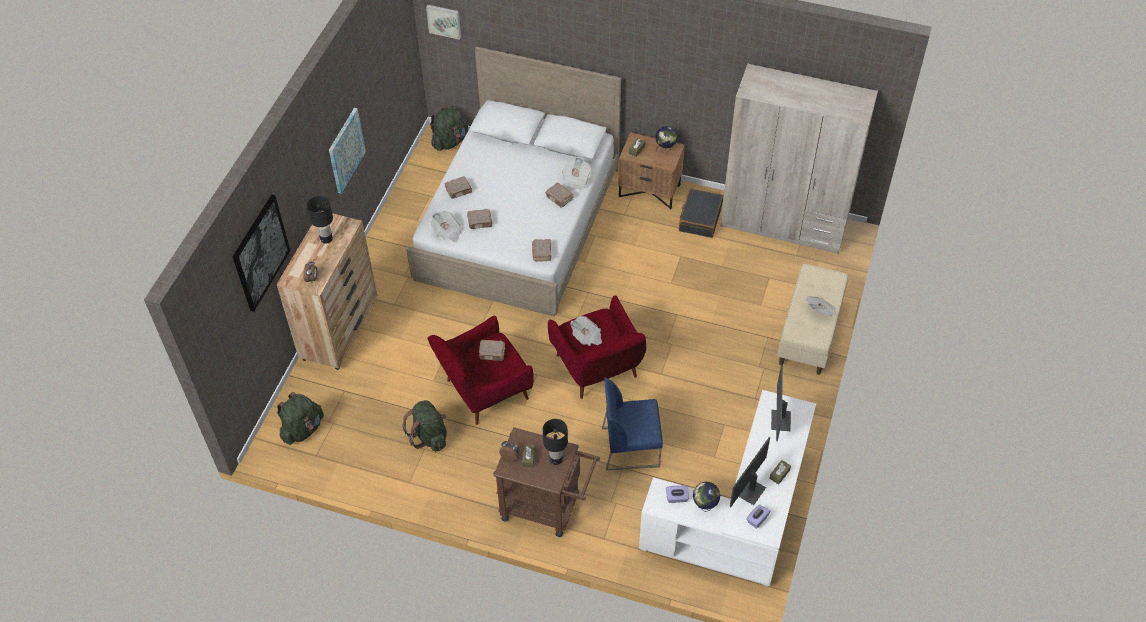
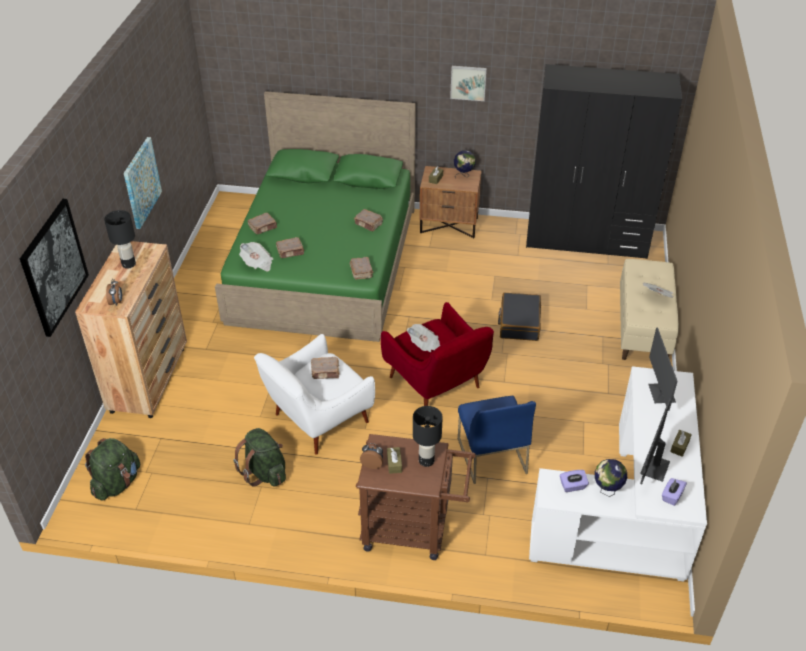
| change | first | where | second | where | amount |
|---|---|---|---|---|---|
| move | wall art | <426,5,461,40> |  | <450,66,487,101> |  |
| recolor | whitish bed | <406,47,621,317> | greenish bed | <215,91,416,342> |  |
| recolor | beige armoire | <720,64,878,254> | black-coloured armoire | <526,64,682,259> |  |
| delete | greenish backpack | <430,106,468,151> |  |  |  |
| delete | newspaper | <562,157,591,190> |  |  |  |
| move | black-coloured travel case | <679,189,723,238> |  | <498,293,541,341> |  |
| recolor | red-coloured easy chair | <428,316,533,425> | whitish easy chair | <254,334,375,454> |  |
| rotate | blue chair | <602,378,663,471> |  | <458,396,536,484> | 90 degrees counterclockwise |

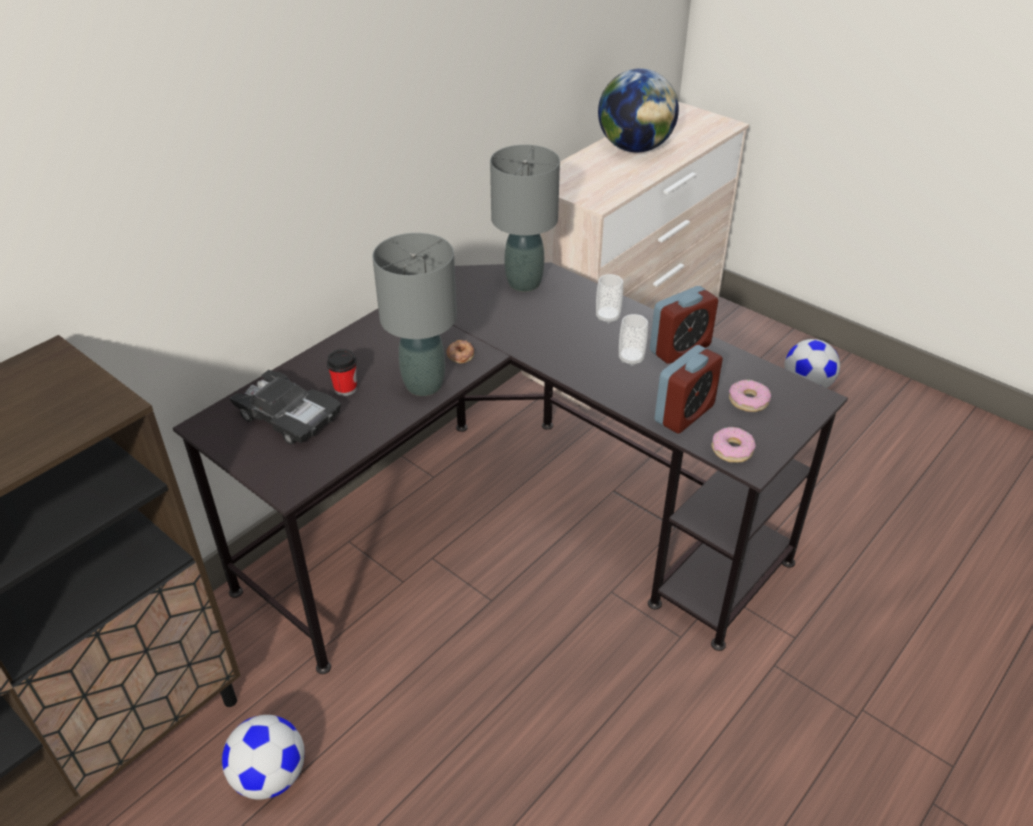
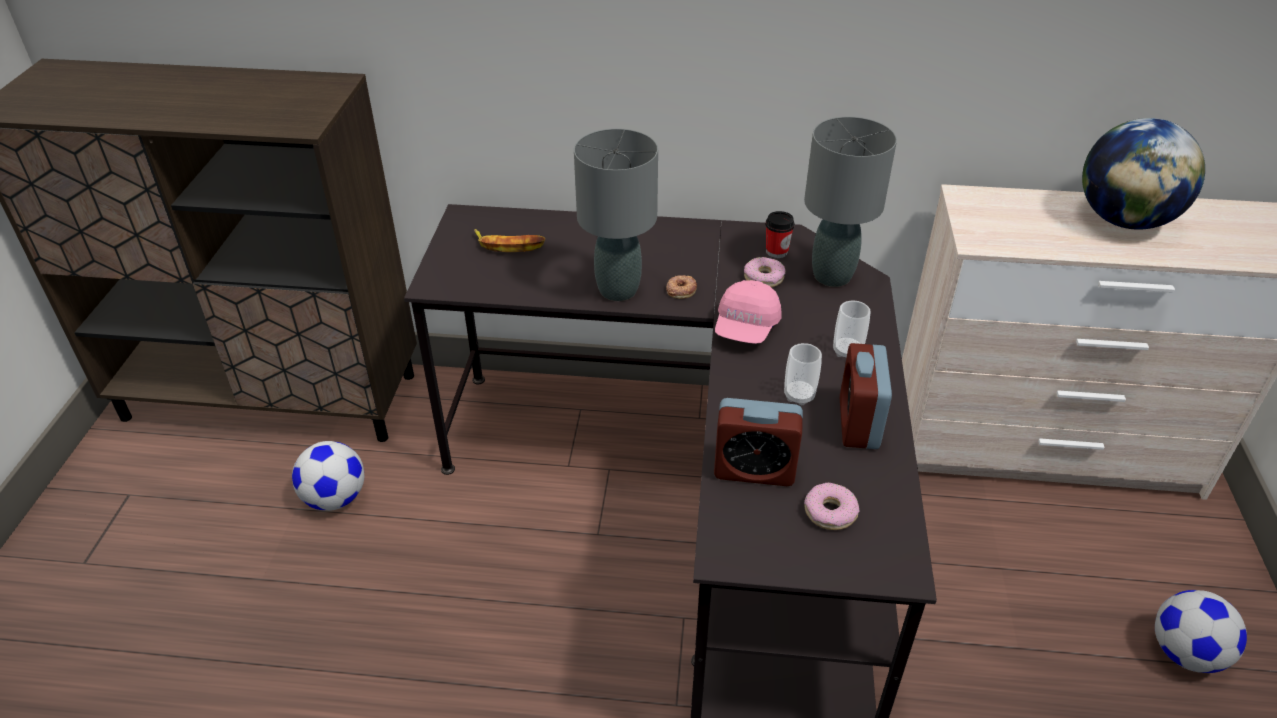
| change | first | where | second | where | amount |
|---|---|---|---|---|---|
| rotate | table clock | <650,286,718,364> |  | <840,343,892,449> | 75 degrees clockwise |
| move | small cup | <327,349,357,396> |  | <765,211,795,258> |  |
| replace | black-coloured toy car | <229,370,341,445> | whole banana | <474,229,545,252> |  |
| move | ring doughnut | <711,427,756,463> |  | <744,257,786,288> |  |
| insert |  |  | pink-coloured cap | <715,280,782,344> |  |

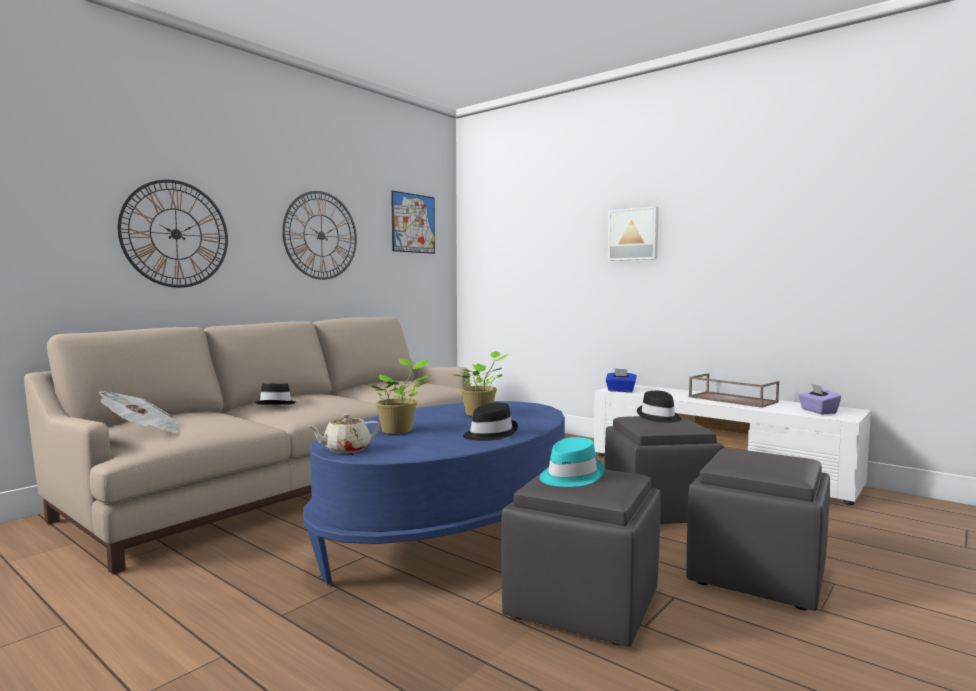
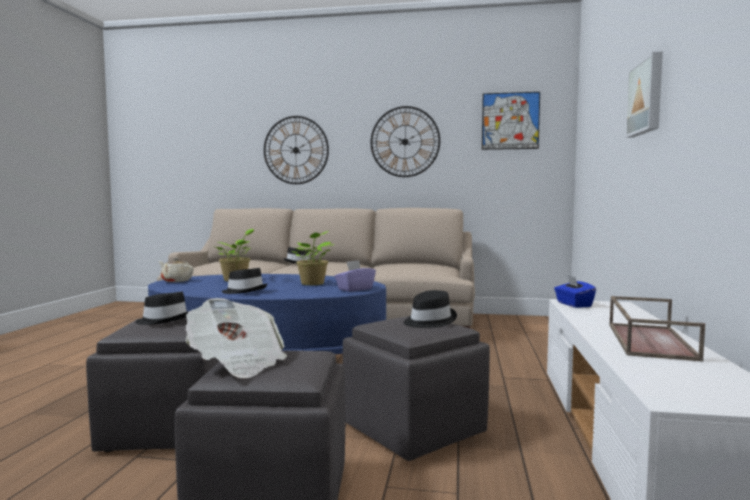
| change | first | where | second | where | amount |
|---|---|---|---|---|---|
| move | purplish box of tissues | <798,383,841,414> |  | <335,260,376,292> |  |
| move | newspaper | <99,391,178,432> |  | <186,298,287,379> |  |
| recolor | blue-green clothing hat | <539,437,604,487> | black-coloured clothing hat | <135,292,189,325> |  |

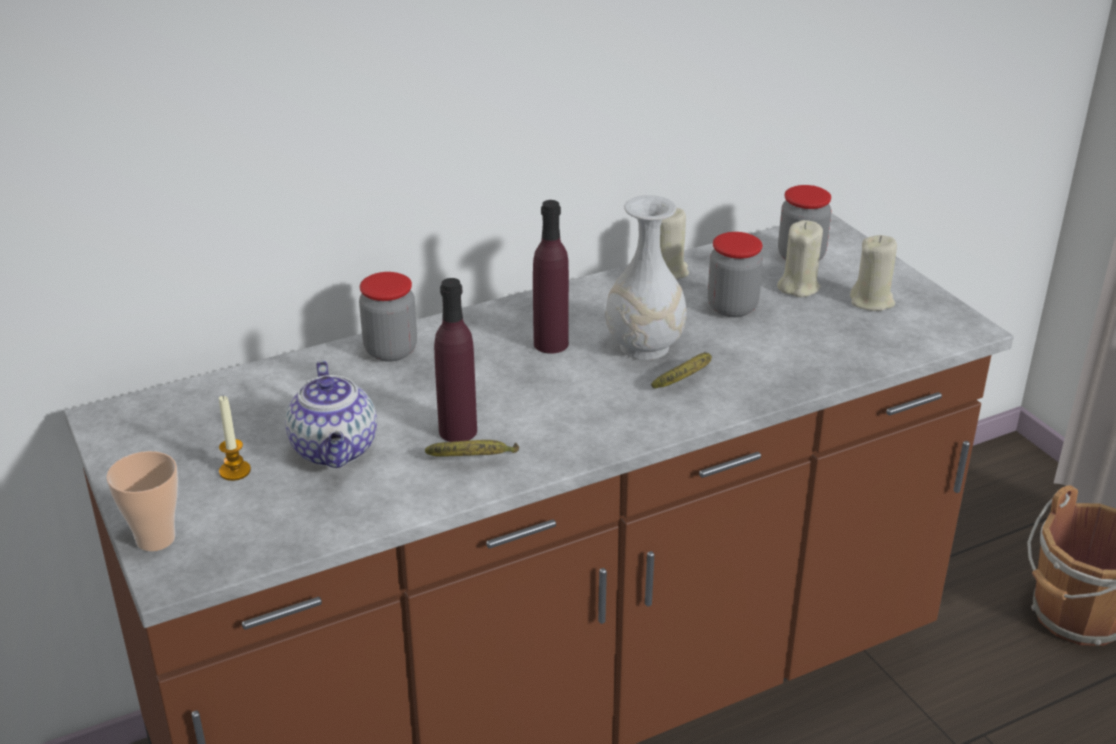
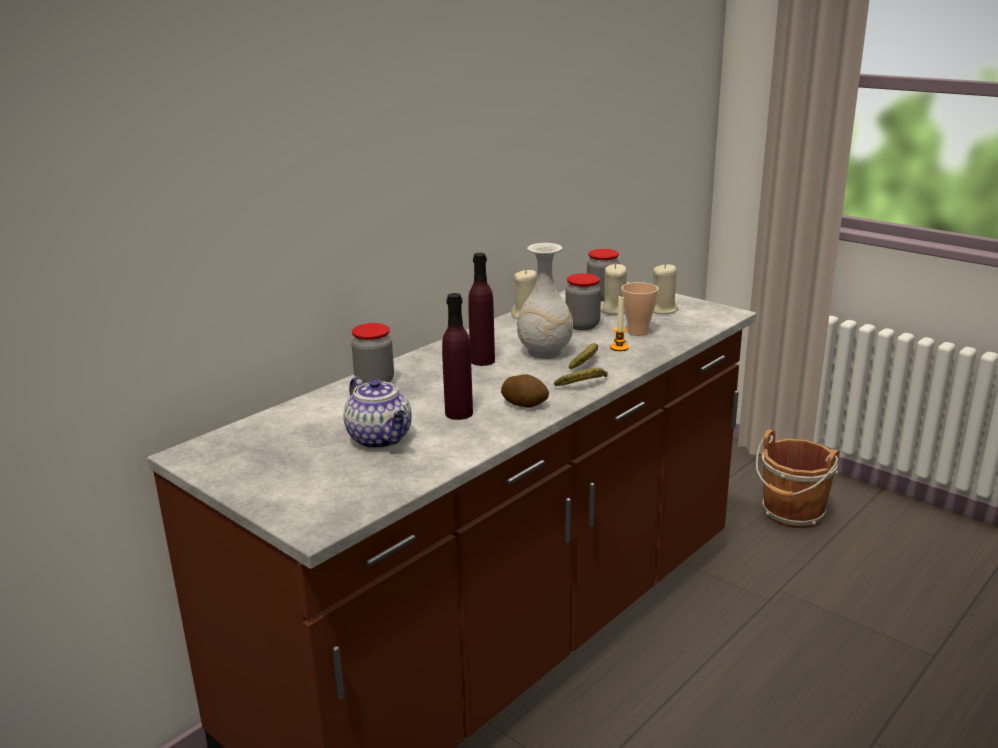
| change | first | where | second | where | amount |
|---|---|---|---|---|---|
| move | candle | <219,396,251,481> |  | <610,296,629,351> |  |
| move | whole banana | <425,440,519,457> |  | <554,368,608,386> |  |
| move | small cup | <106,451,178,551> |  | <621,282,659,336> |  |
| insert |  |  | whole potato | <501,374,549,408> |  |

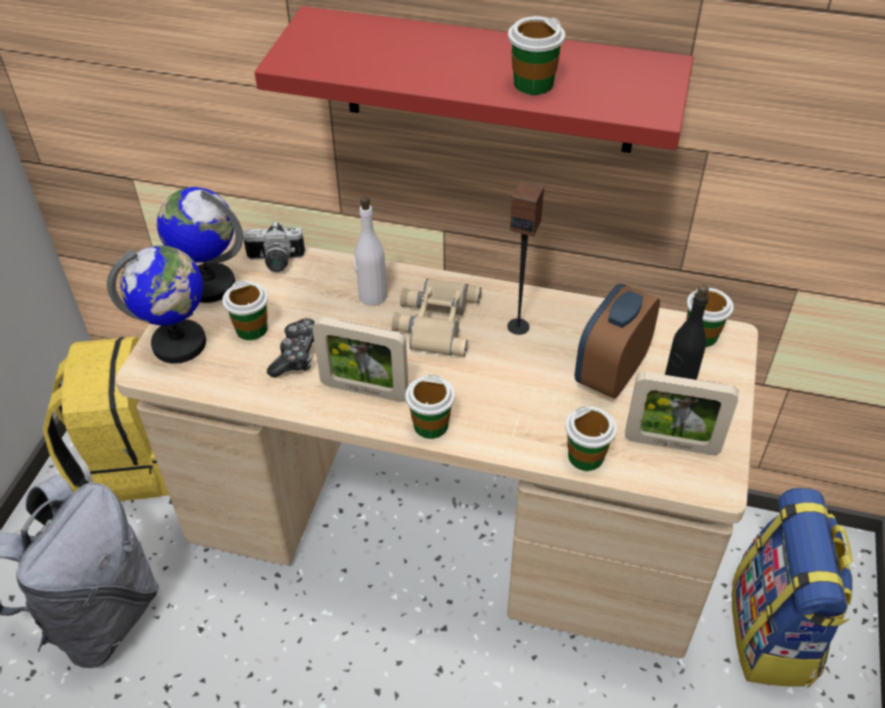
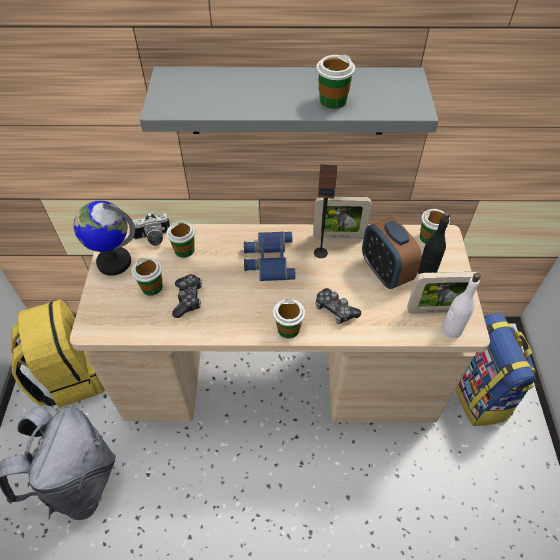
| change | first | where | second | where | amount |
|---|---|---|---|---|---|
| recolor | red-coloured bracket shelf | <254,6,693,153> | grey bracket shelf | <140,67,439,135> |  |
| move | whitish bottle | <354,197,387,306> |  | <442,273,481,338> |  |
| delete | desk globe | <107,246,206,364> |  |  |  |
| recolor | beige pair of binoculars | <392,278,482,357> | blue pair of binoculars | <244,232,296,281> |  |
| rotate | table clock | <575,283,660,399> |  | <362,217,422,289> | 45 degrees counterclockwise |
| move | photo frame | <312,317,408,402> |  | <313,196,372,239> |  |
| move | small cup | <565,406,617,471> |  | <166,221,195,258> |  |
| insert |  |  | joypad | <315,288,361,324> |  |

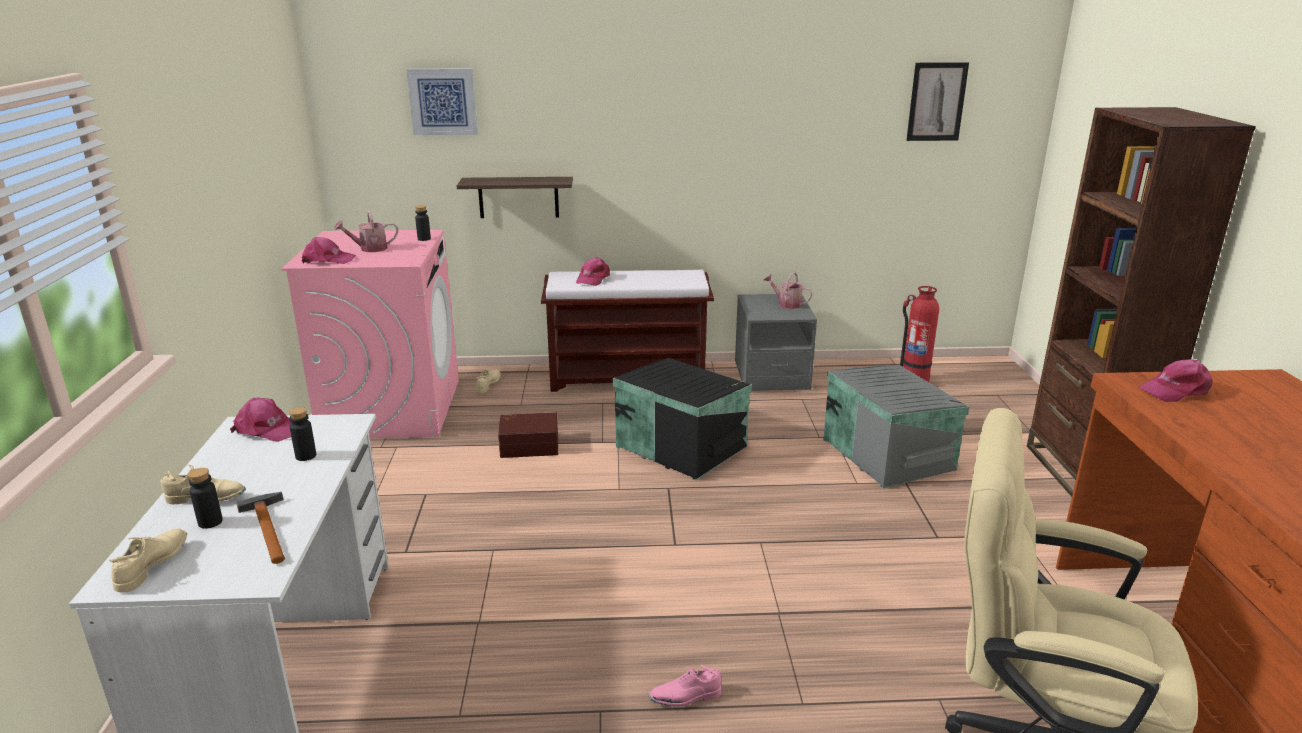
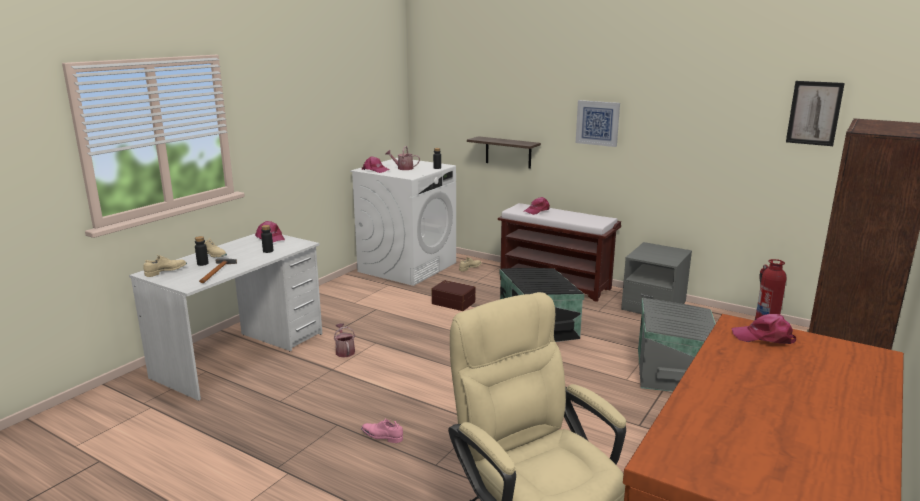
| change | first | where | second | where | amount |
|---|---|---|---|---|---|
| move | wall art | <407,68,478,135> |  | <576,100,620,147> |  |
| recolor | pink-coloured washing machine | <282,230,459,438> | whitish washing machine | <350,158,456,286> |  |
| move | sprinkling can | <764,272,812,309> |  | <334,323,355,358> |  |

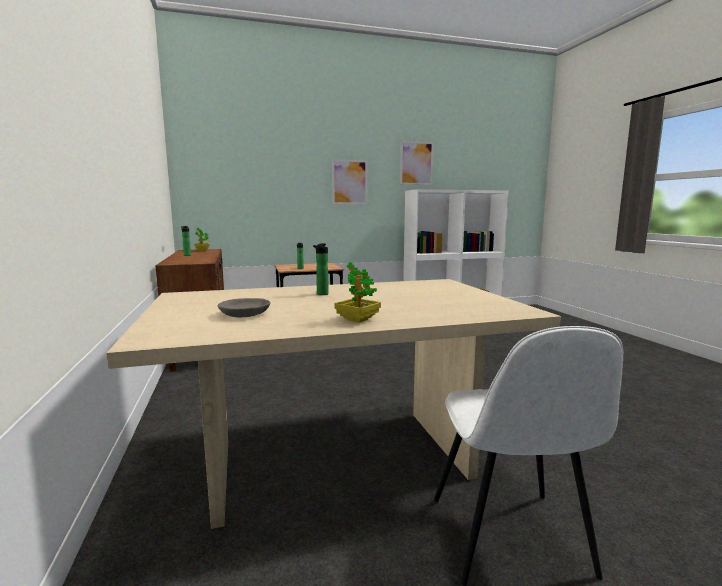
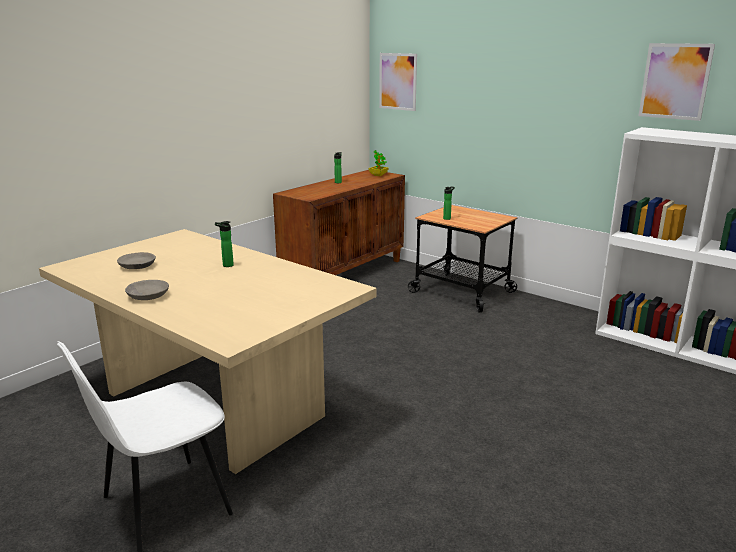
| change | first | where | second | where | amount |
|---|---|---|---|---|---|
| move | wall art | <332,159,367,205> |  | <379,53,417,111> |  |
| replace | potted plant | <334,262,381,323> | grey bowl | <125,280,169,300> |  |

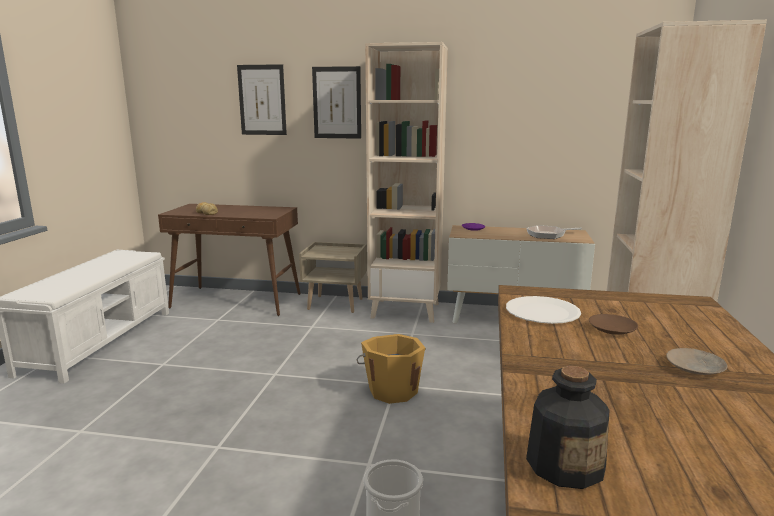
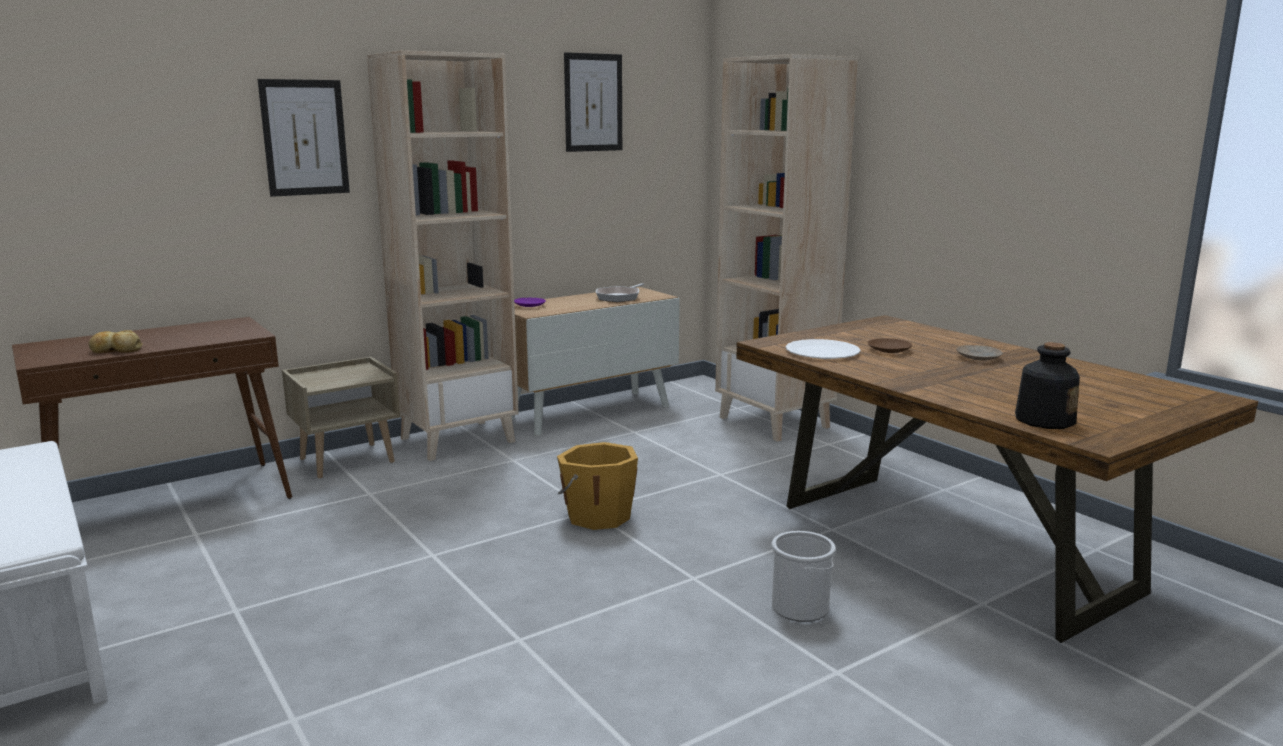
| change | first | where | second | where | amount |
|---|---|---|---|---|---|
| move | wall art | <237,64,287,135> |  | <564,52,622,152> |  |

